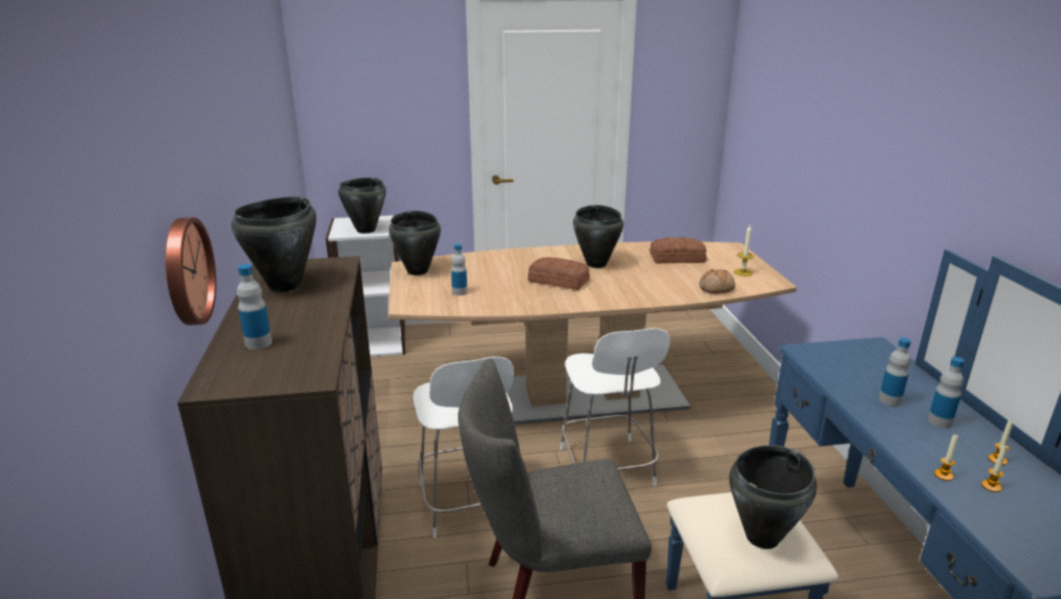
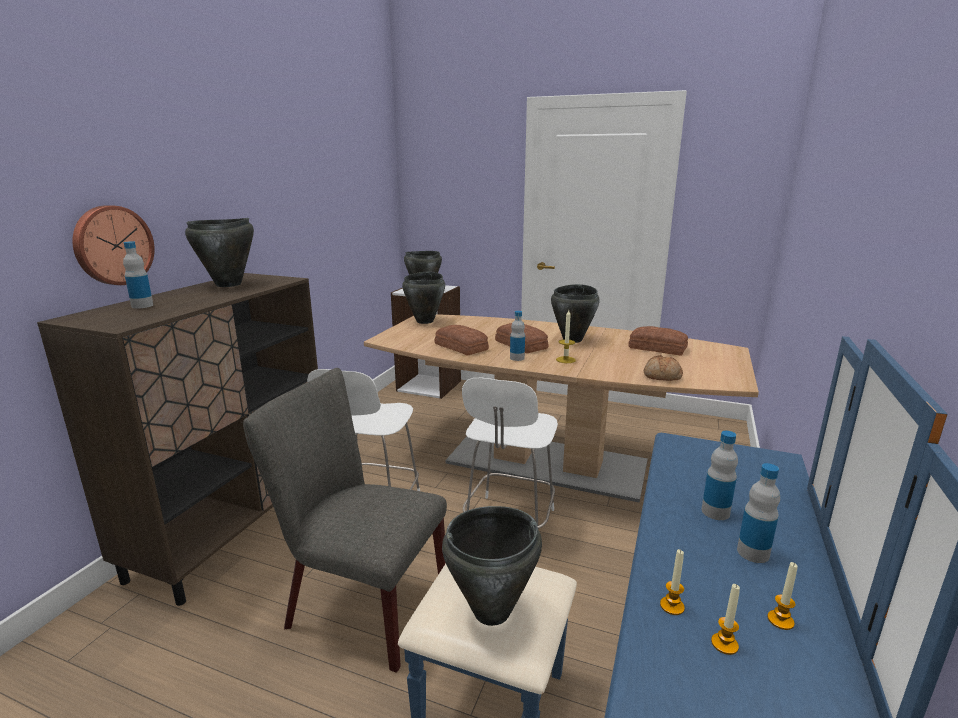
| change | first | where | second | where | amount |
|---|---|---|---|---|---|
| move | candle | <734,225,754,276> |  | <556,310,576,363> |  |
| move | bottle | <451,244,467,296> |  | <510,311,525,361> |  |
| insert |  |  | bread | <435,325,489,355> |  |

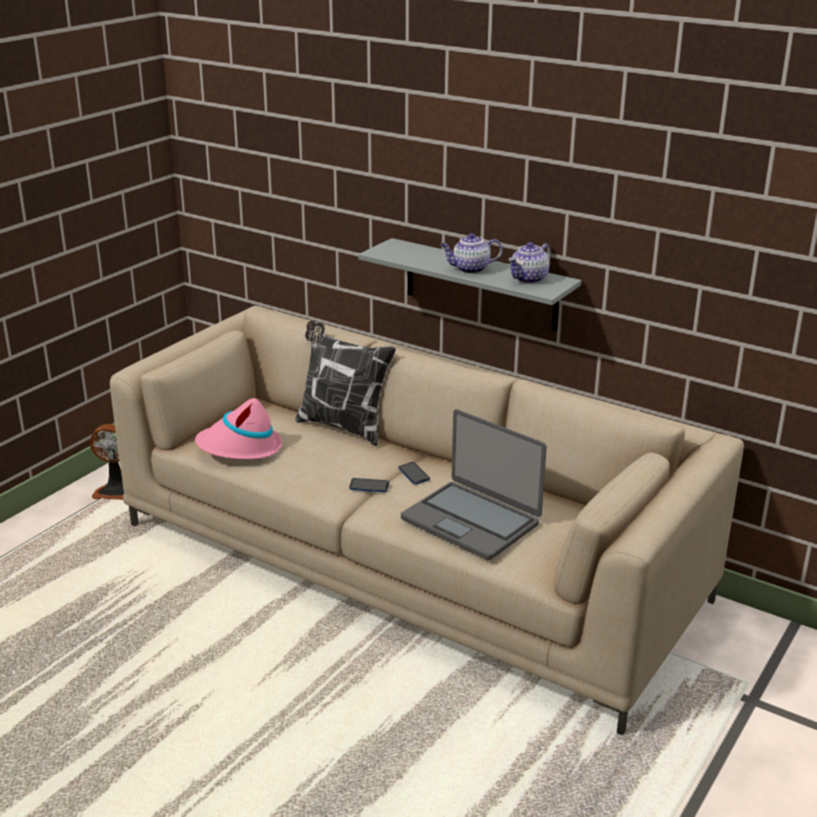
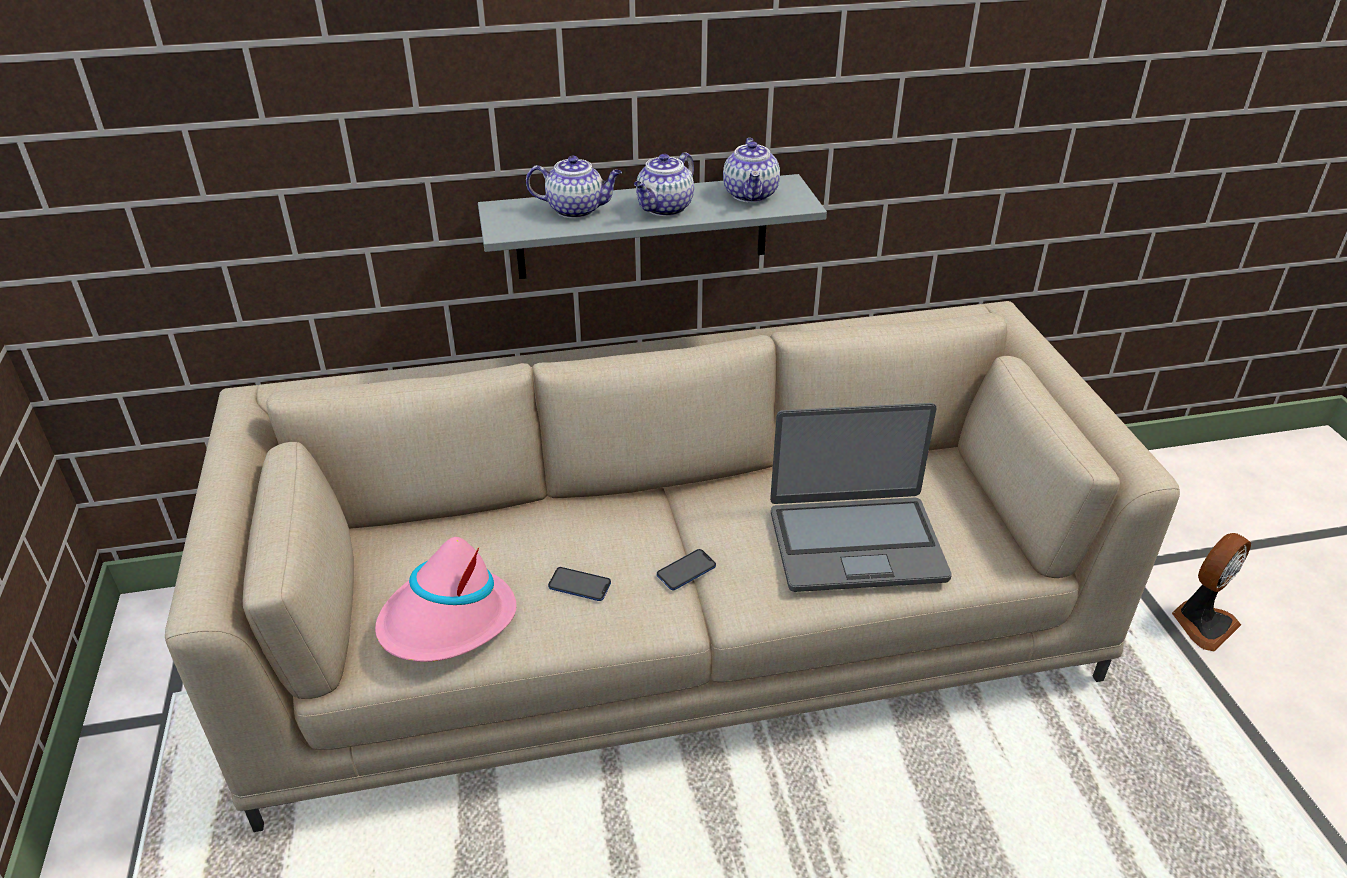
| change | first | where | second | where | amount |
|---|---|---|---|---|---|
| delete | cushion | <295,320,396,446> |  |  |  |
| move | cooling fan | <90,424,124,500> |  | <1172,533,1251,652> |  |
| move | phone | <398,462,430,485> |  | <548,567,611,601> |  |
| insert |  |  | pot for tea | <526,156,622,218> |  |

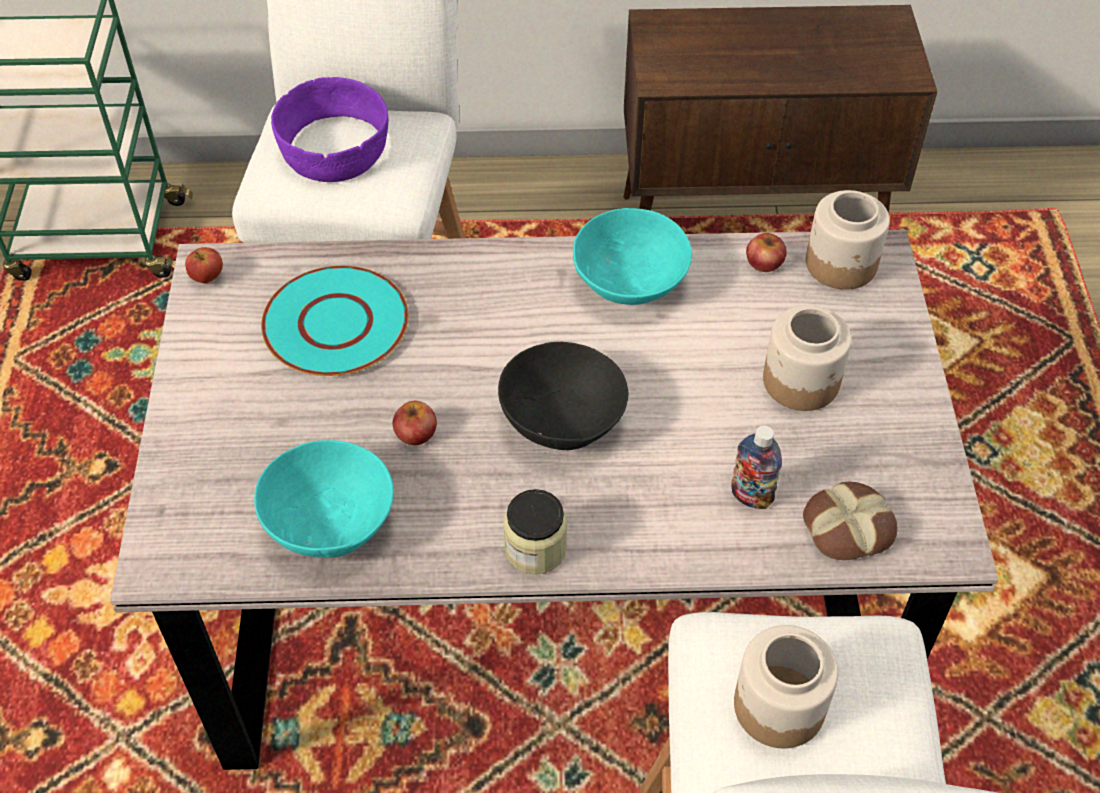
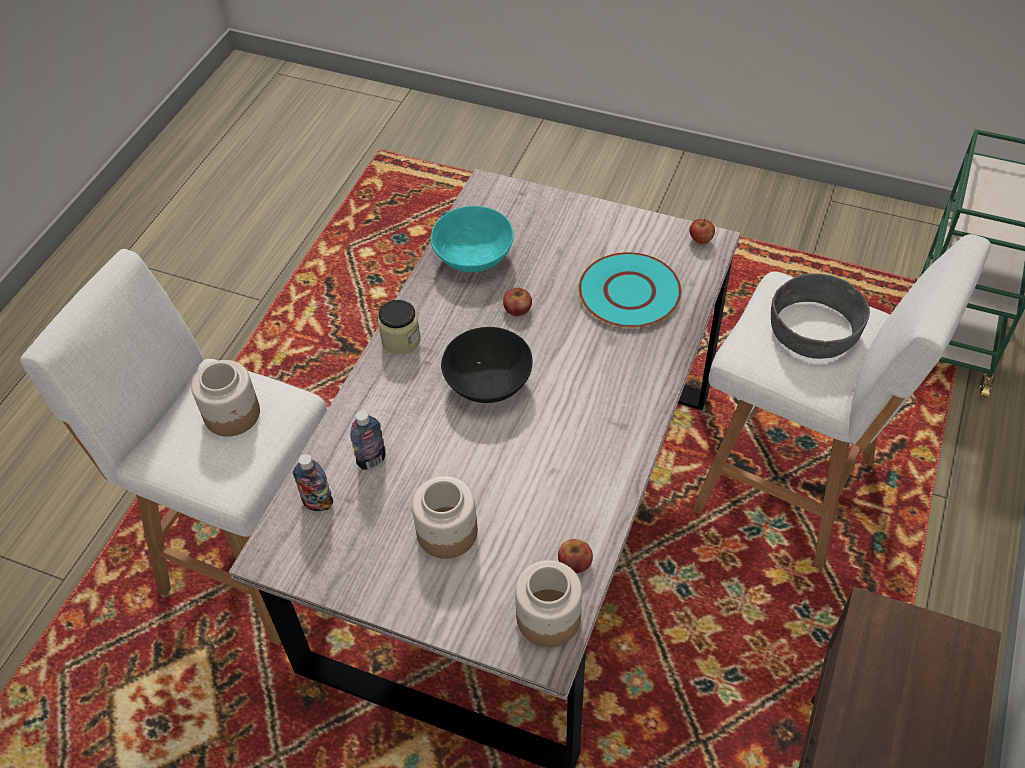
| change | first | where | second | where | amount |
|---|---|---|---|---|---|
| recolor | purplish bowl | <271,77,389,182> | grey bowl | <771,273,870,359> |  |
| delete | blue-green bowl | <573,208,692,305> |  |  |  |
| replace | bread | <803,482,897,560> | bottle | <293,454,333,511> |  |

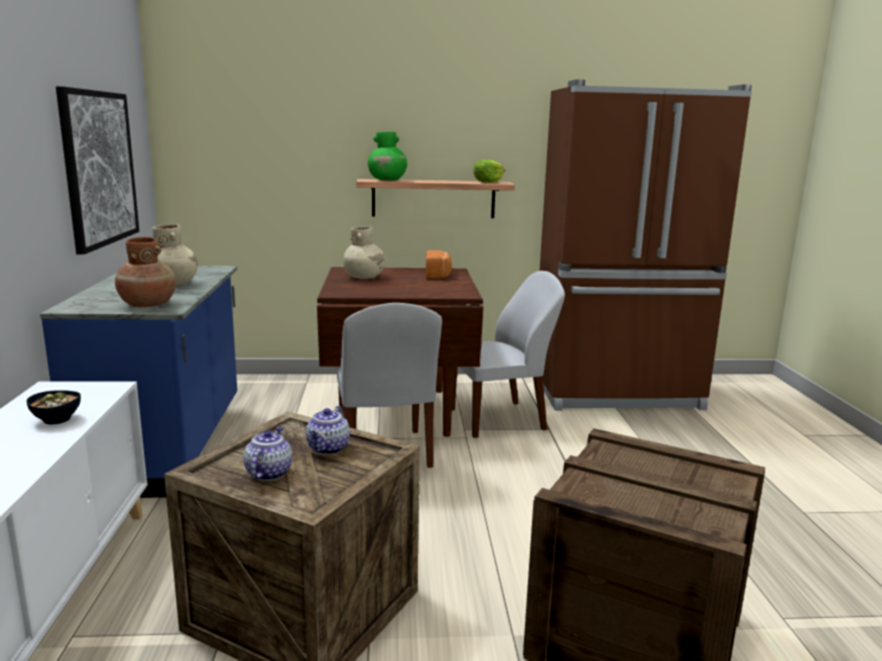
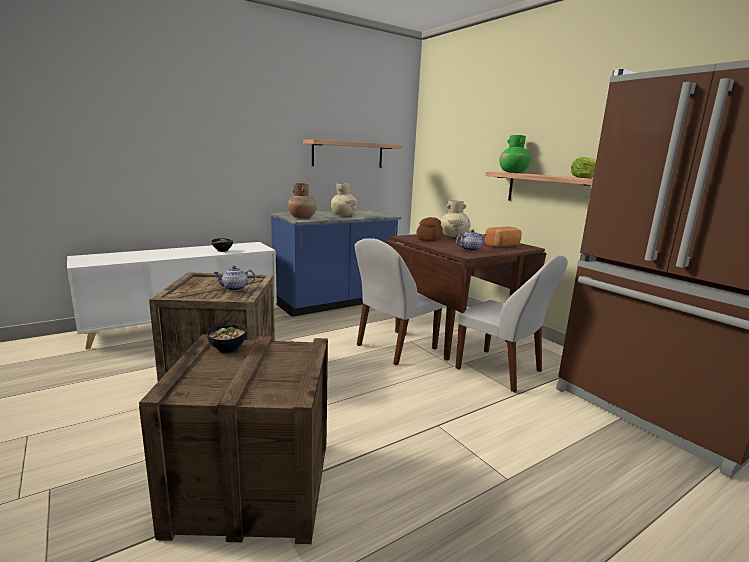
| change | first | where | second | where | amount |
|---|---|---|---|---|---|
| replace | wall art | <56,86,139,255> | bracket shelf | <303,140,402,168> |  |
| move | pot for tea | <243,427,292,481> |  | <456,229,486,251> |  |
| insert |  |  | bread | <417,217,443,241> |  |
| insert |  |  | bowl | <206,325,247,353> |  |

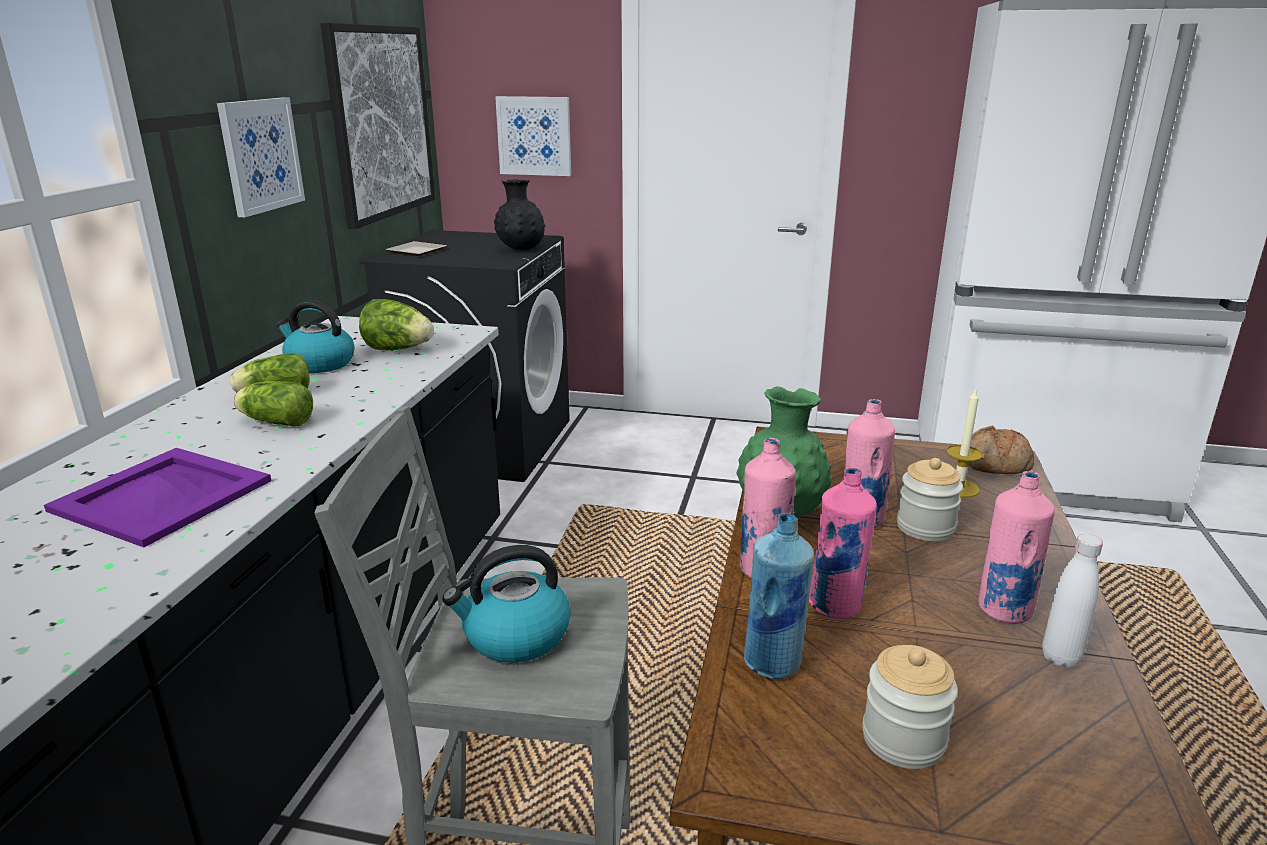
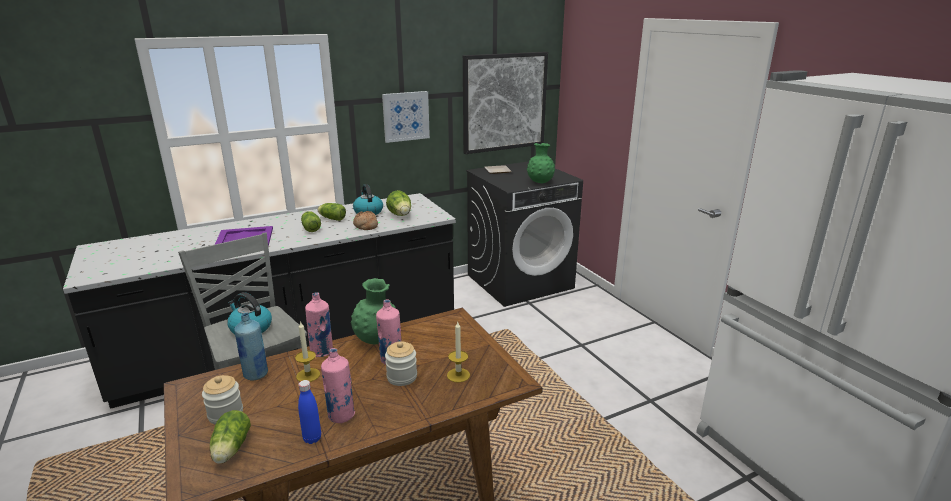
| change | first | where | second | where | amount |
|---|---|---|---|---|---|
| delete | wall art | <495,96,571,176> |  |  |  |
| recolor | black-coloured decorative vase | <494,179,545,250> | greenish decorative vase | <527,143,555,183> |  |
| move | bread | <968,425,1034,474> |  | <353,211,378,230> |  |
| replace | pink-coloured bottle | <809,467,877,619> | candle | <295,321,320,382> |  |
| recolor | whitish bottle | <1042,534,1103,668> | blue bottle | <298,380,321,444> |  |
| insert |  |  | lettuce head | <210,410,251,464> |  |

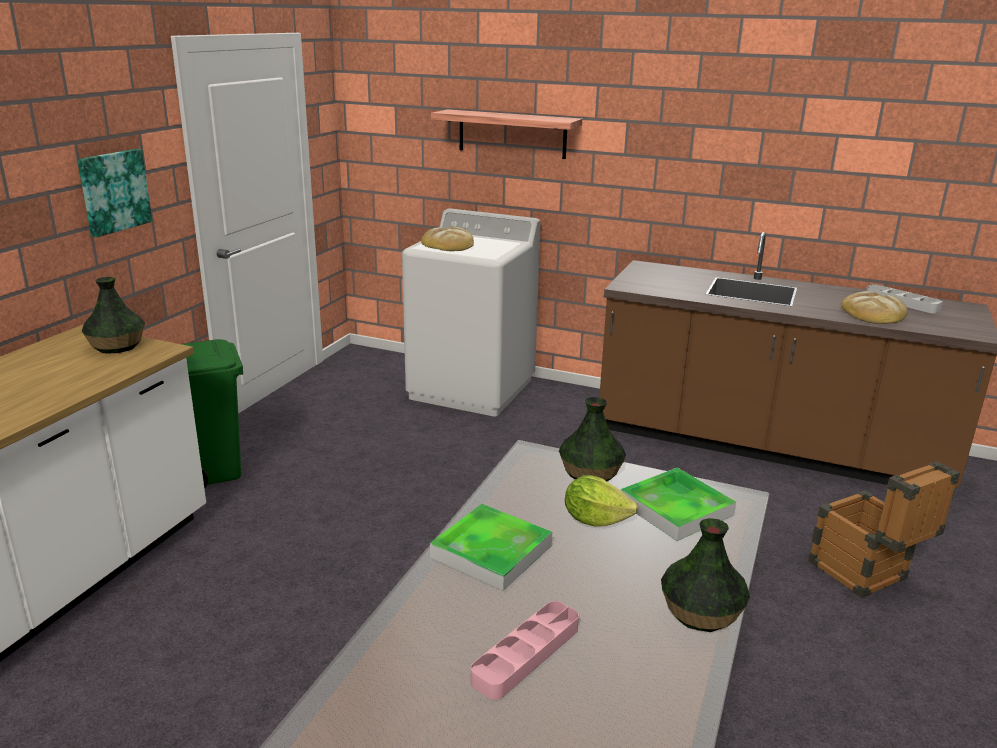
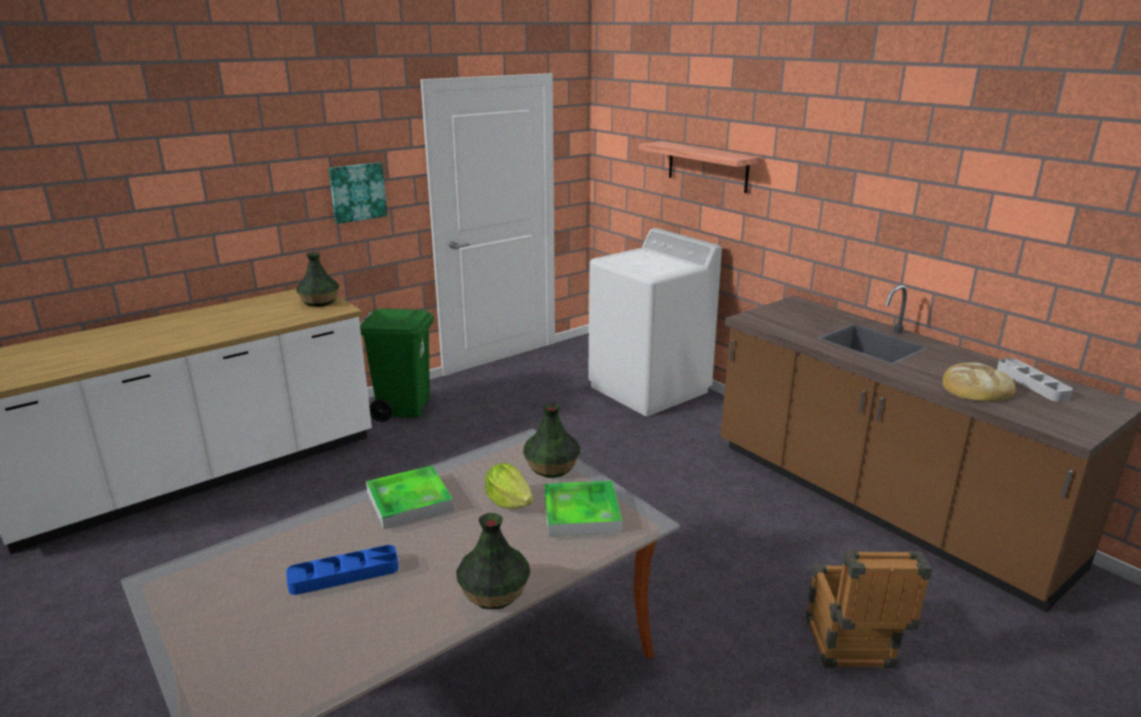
| change | first | where | second | where | amount |
|---|---|---|---|---|---|
| delete | bread | <421,227,474,251> |  |  |  |
| recolor | pink-coloured carrying tray | <471,601,579,700> | blue carrying tray | <286,545,399,595> |  |

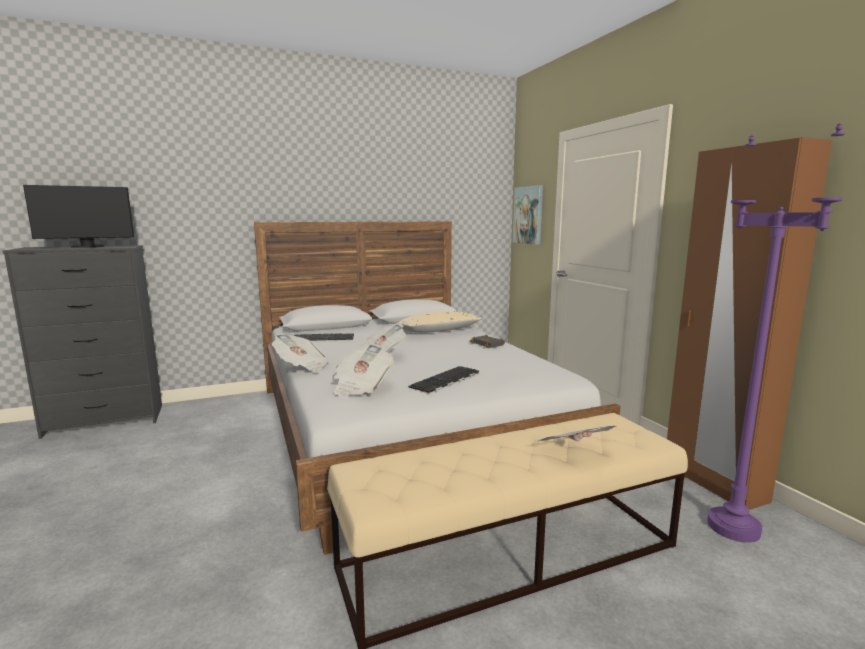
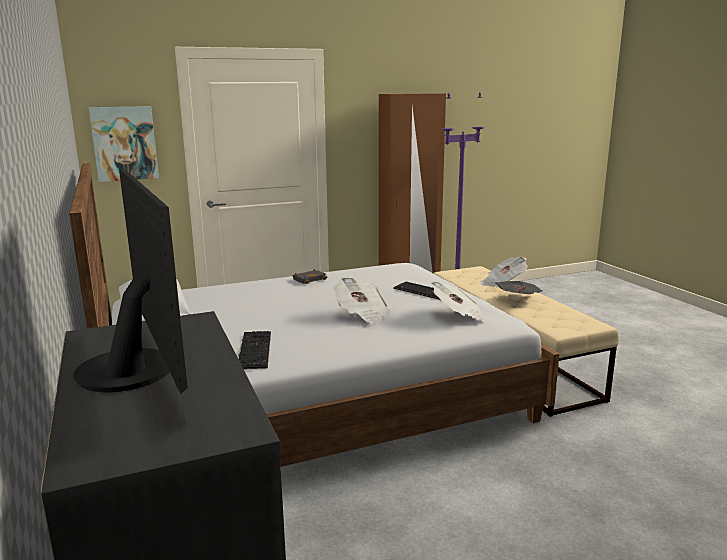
| change | first | where | second | where | amount |
|---|---|---|---|---|---|
| delete | beige cushion | <394,311,483,333> |  |  |  |
| move | newspaper | <272,334,329,373> |  | <495,281,543,294> |  |

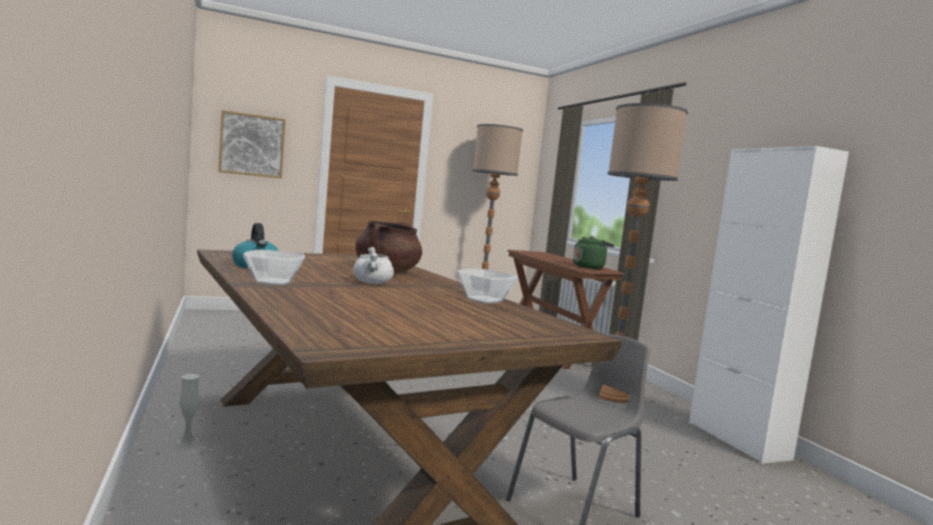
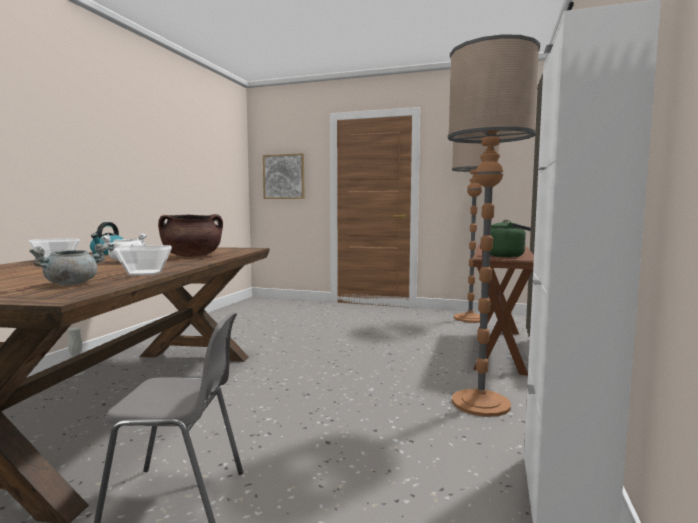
| change | first | where | second | where | amount |
|---|---|---|---|---|---|
| insert |  |  | grey cooking pot | <29,243,108,285> |  |

